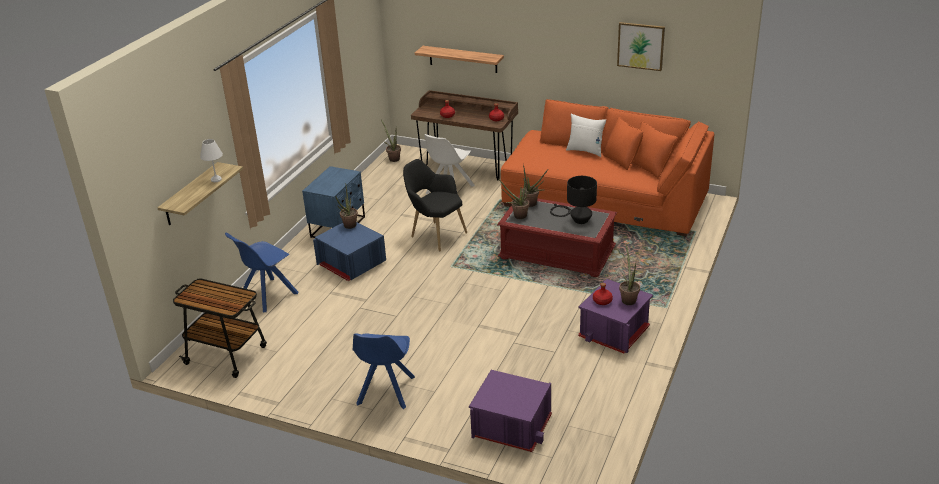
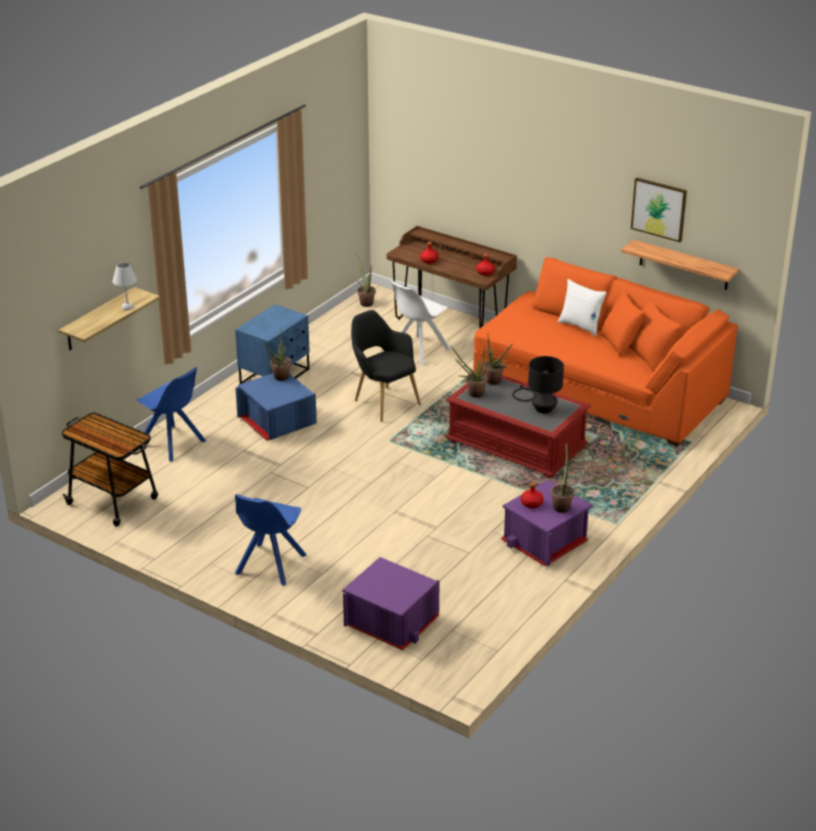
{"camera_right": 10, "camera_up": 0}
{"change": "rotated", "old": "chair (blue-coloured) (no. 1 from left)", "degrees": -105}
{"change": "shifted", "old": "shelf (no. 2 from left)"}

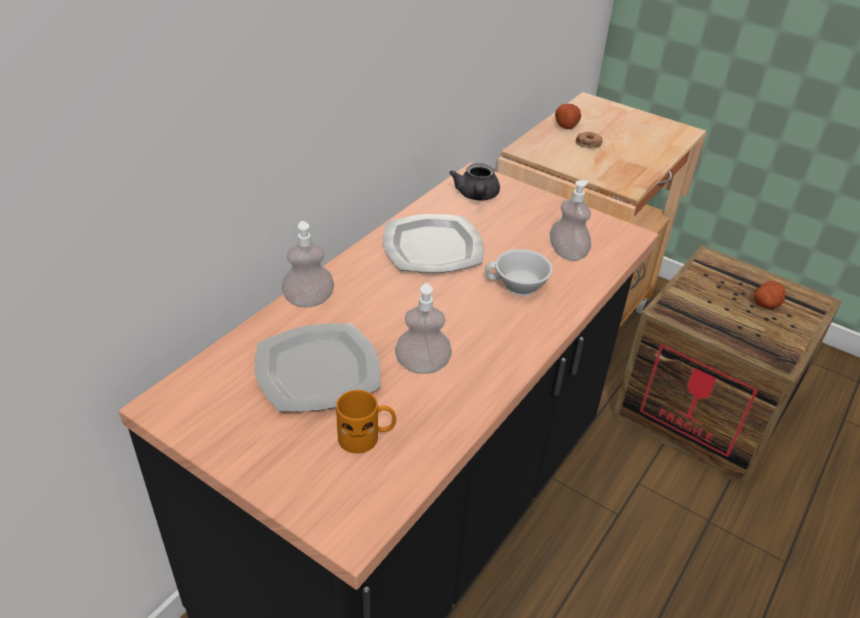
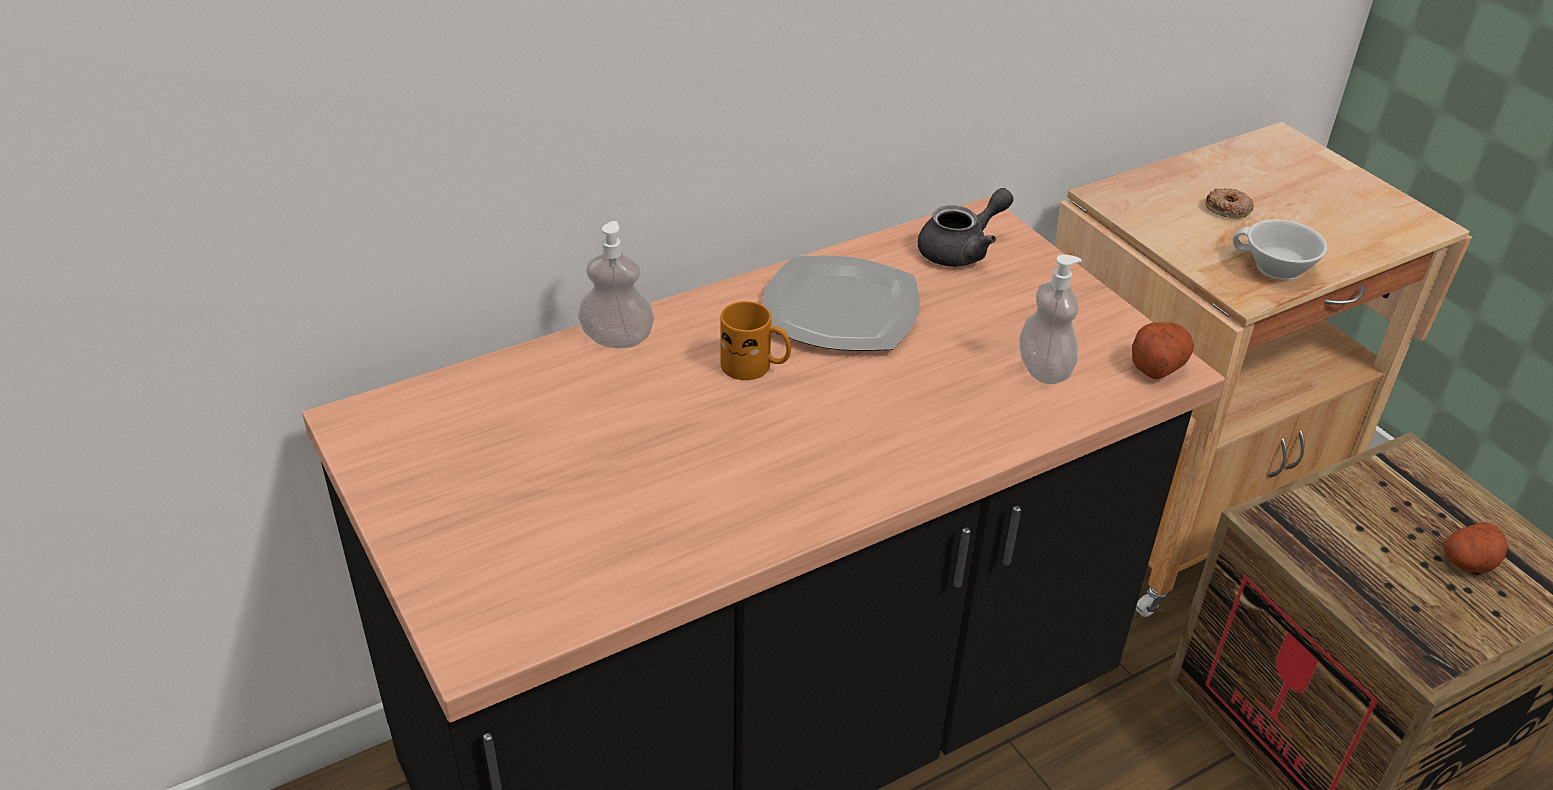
{"camera_right": 25, "camera_up": 0}
{"change": "shifted", "old": "mug (orange)"}
{"change": "rotated", "old": "teapot (gray)", "degrees": -150}
{"change": "shifted", "old": "potato (no. 1 from left)"}
{"change": "shifted", "old": "cup (white-coloured)"}
{"change": "gone", "old": "dinner plate (no. 1 from left)"}
{"change": "gone", "old": "soap dispenser (no. 2 from left)"}

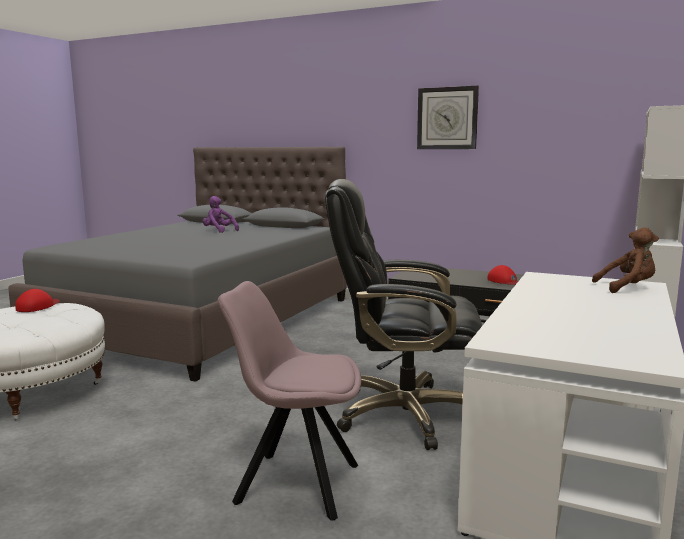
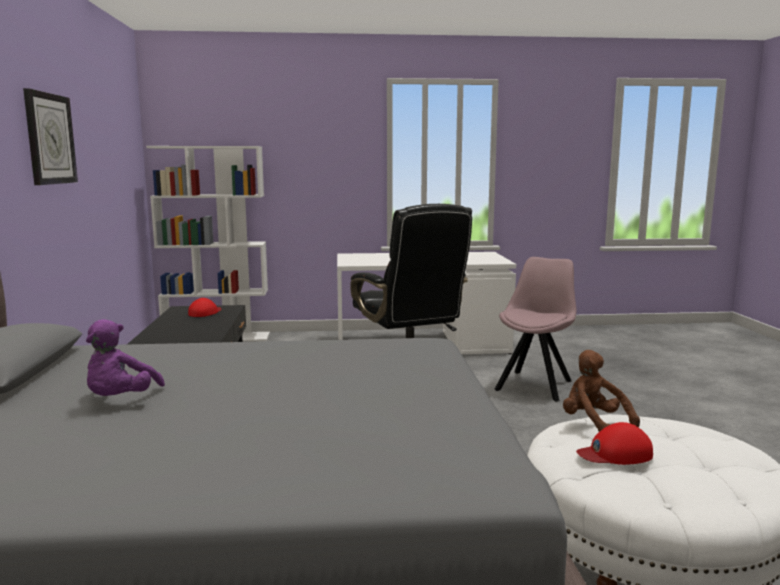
{"camera_right": -120, "camera_up": 0}
{"change": "rotated", "old": "chair (pink-coloured)", "degrees": -135}
{"change": "shifted", "old": "cuddly toy (brownish)"}

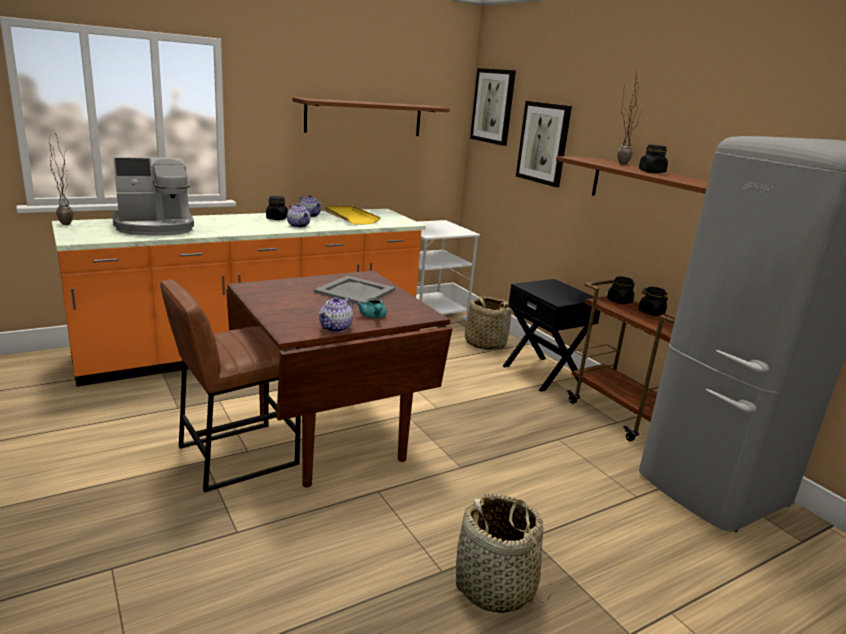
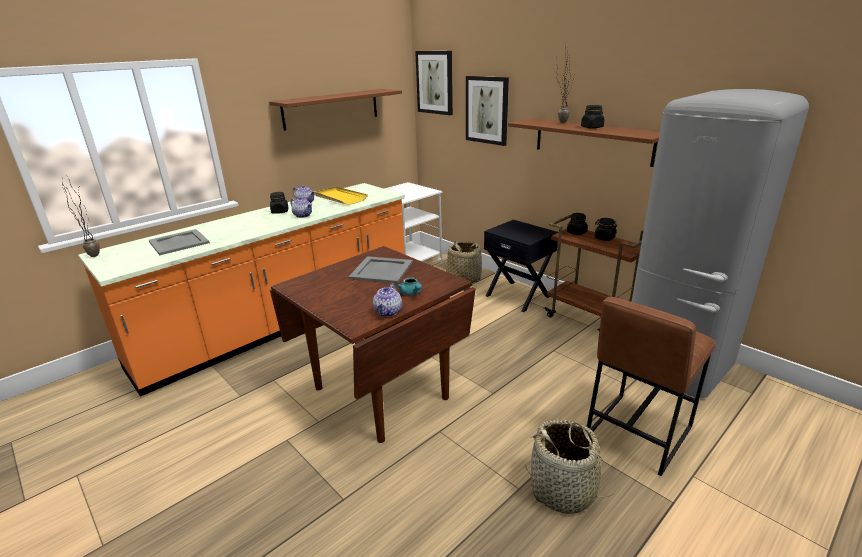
{"camera_right": -10, "camera_up": 5}
{"change": "swapped", "old": "coffee brewer", "new": "serving tray (gray) (no. 1 from left)"}
{"change": "shifted", "old": "chair (brownish)"}

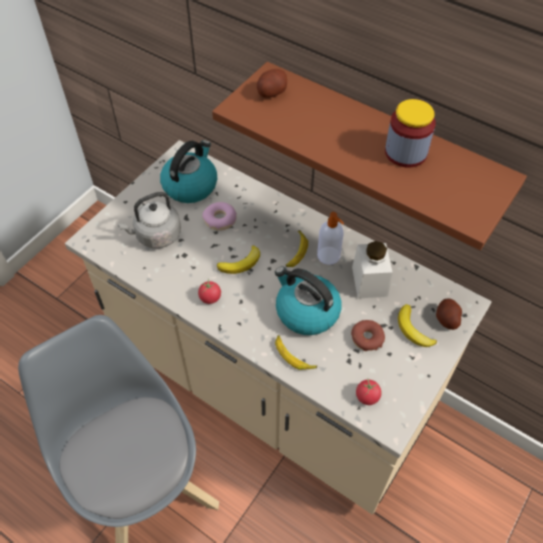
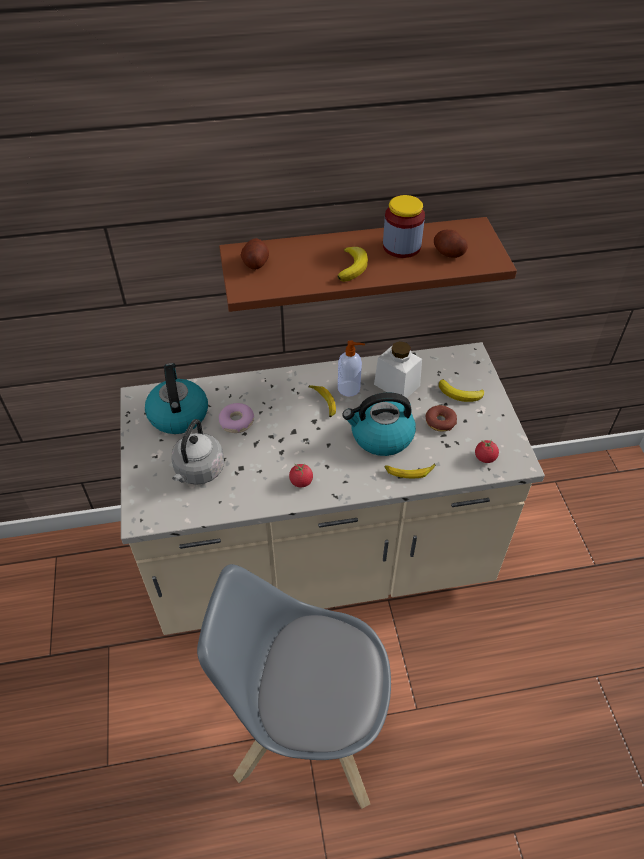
{"camera_right": -45, "camera_up": -5}
{"change": "shifted", "old": "banana (no. 1 from left in the first image)", "new": "banana (no. 2 from left)"}
{"change": "shifted", "old": "potato (no. 2 from left)"}

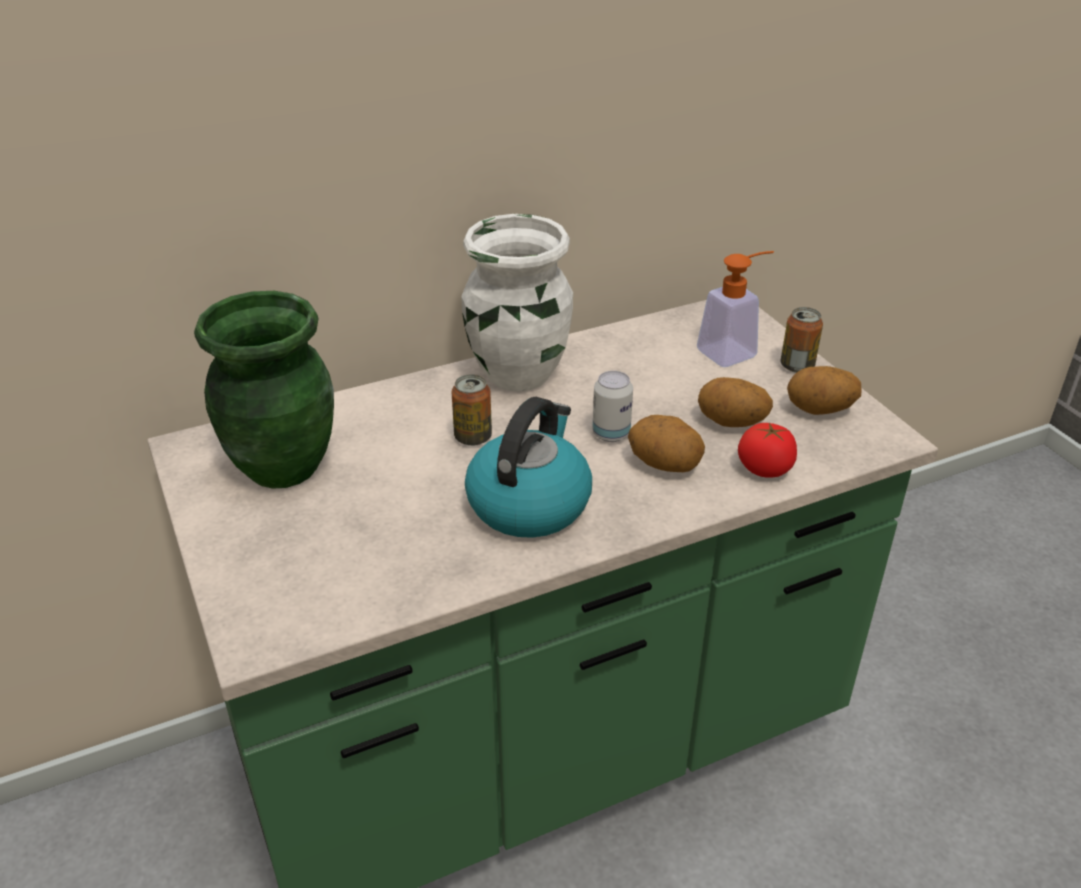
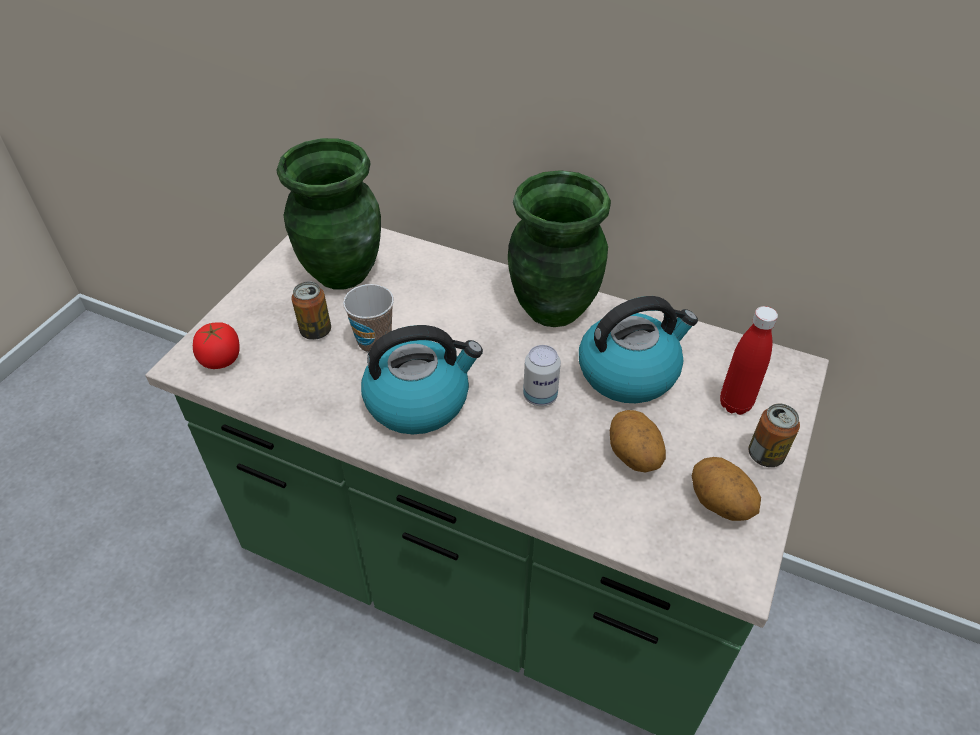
{"camera_right": 50, "camera_up": 10}
{"change": "shifted", "old": "fresh tomato"}
{"change": "shifted", "old": "metal can (no. 1 from left)"}
{"change": "new", "new": "cup"}
{"change": "repainted", "old": "decorative vase (white-coloured)", "new": "decorative vase (green) (no. 2 from left)"}
{"change": "new", "new": "tea kettle (no. 2 from left)"}
{"change": "swapped", "old": "soap dispenser", "new": "drink bottle (red)"}
{"change": "gone", "old": "potato (no. 1 from left)"}

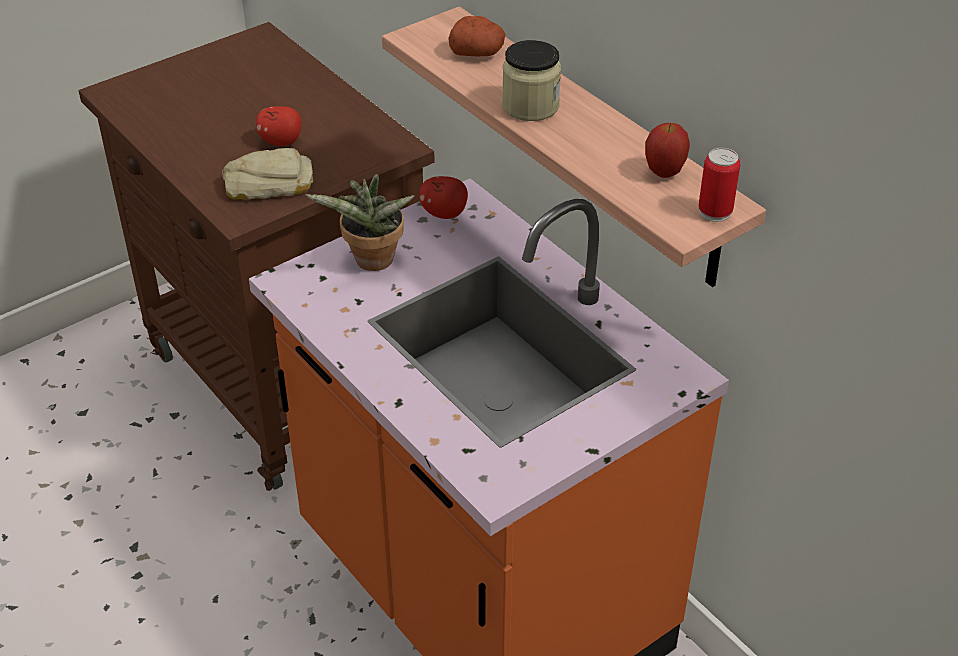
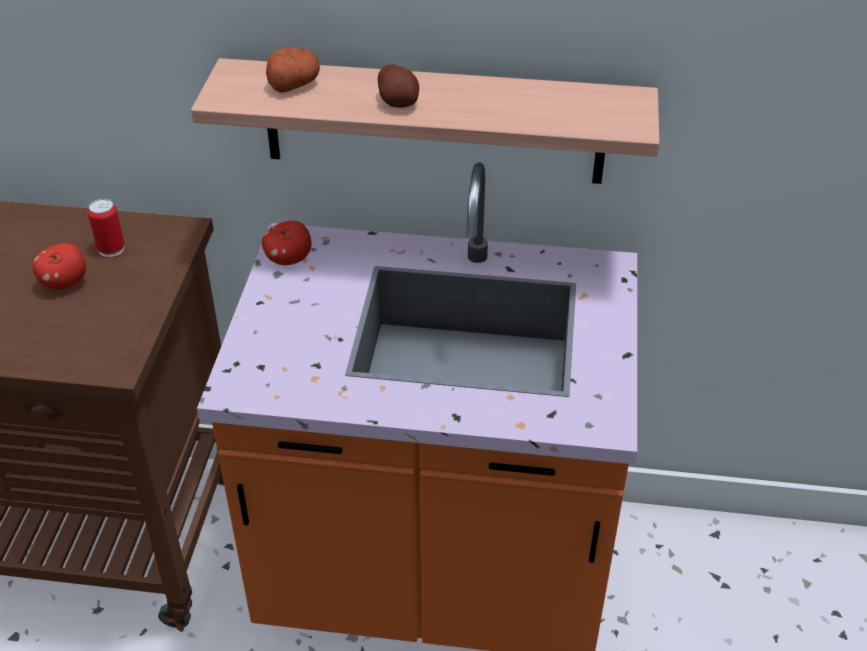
{"camera_right": -45, "camera_up": 0}
{"change": "shifted", "old": "metal can"}
{"change": "swapped", "old": "preserve jar", "new": "potato (no. 2 from left)"}
{"change": "gone", "old": "baked bread"}
{"change": "gone", "old": "houseplant"}
{"change": "gone", "old": "whole apple (no. 3 from left)"}

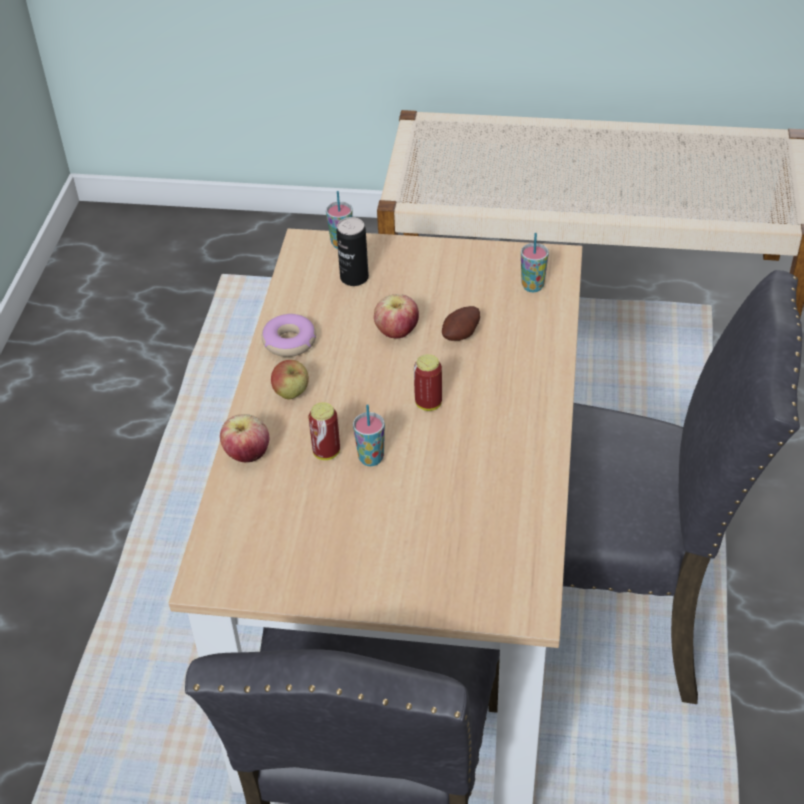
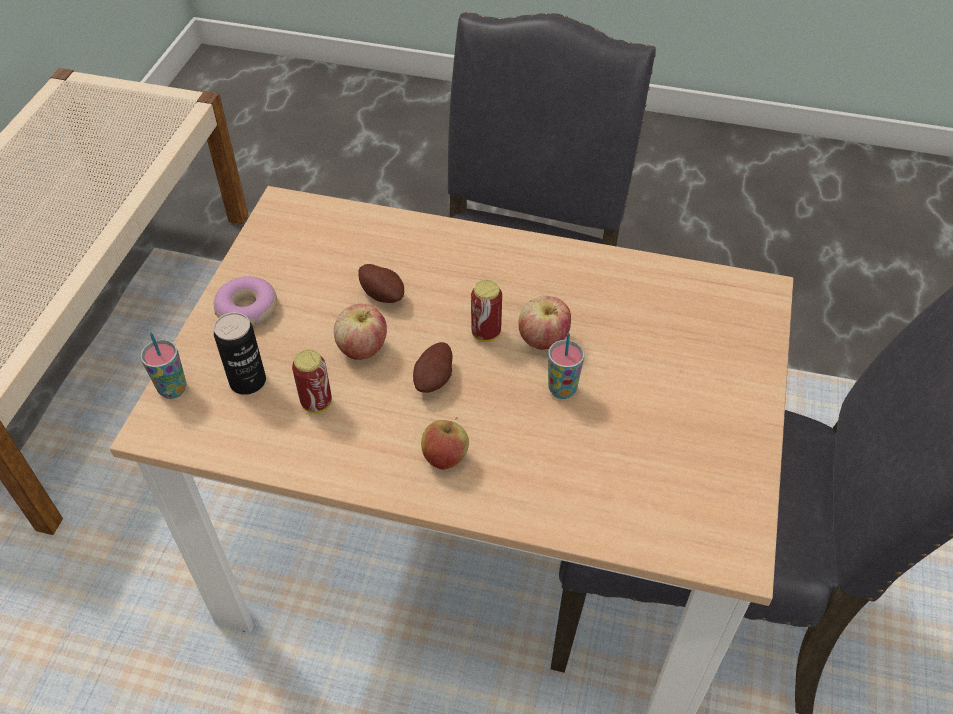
{"camera_right": -85, "camera_up": 5}
{"change": "shifted", "old": "doughnut"}
{"change": "shifted", "old": "metal can (no. 1 from left in the first image)", "new": "metal can (no. 2 from left)"}
{"change": "new", "new": "potato (no. 2 from left)"}
{"change": "shifted", "old": "whole apple (no. 1 from left in the first image)", "new": "whole apple (no. 3 from left)"}
{"change": "gone", "old": "cup (no. 3 from left)"}

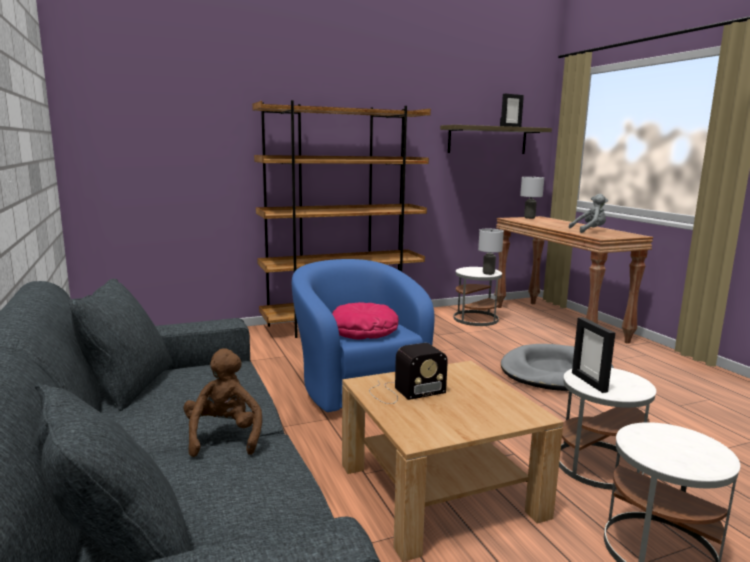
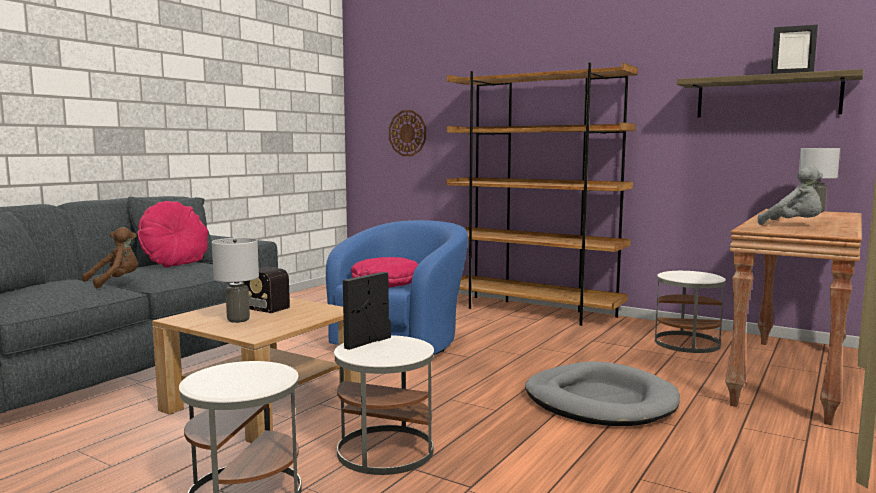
{"camera_right": 55, "camera_up": -5}
{"change": "new", "new": "cushion (pink-coloured) (no. 1 from left)"}
{"change": "shifted", "old": "lamp for a table (white-coloured) (no. 1 from left)"}
{"change": "new", "new": "wall clock"}

